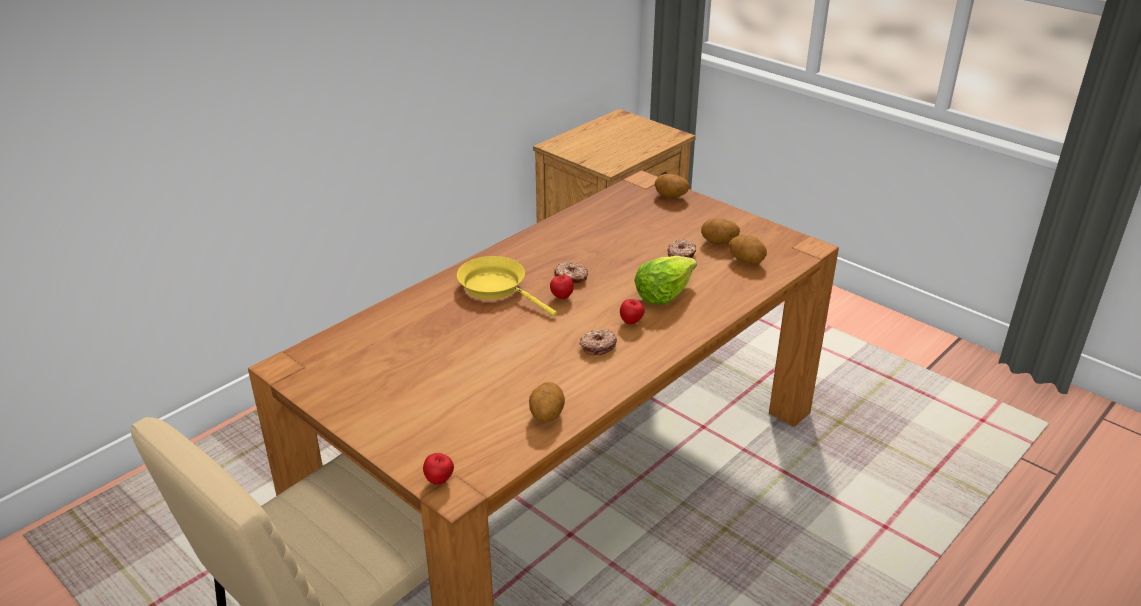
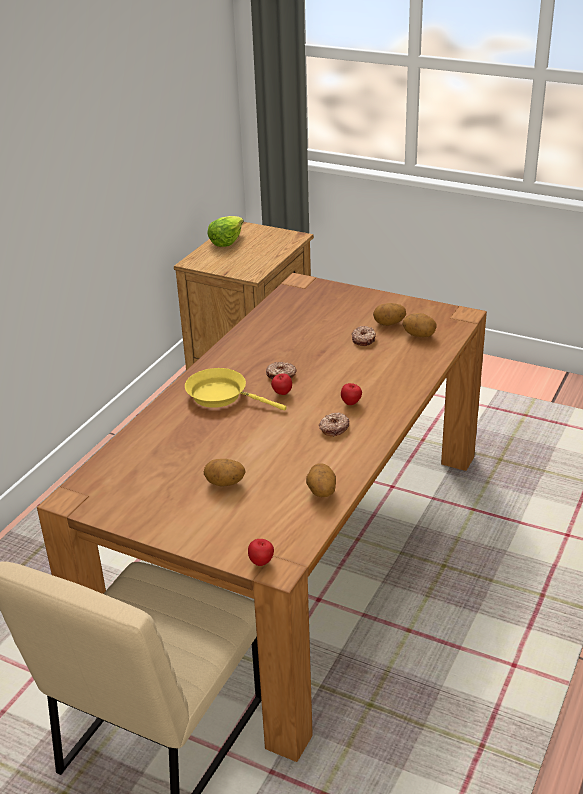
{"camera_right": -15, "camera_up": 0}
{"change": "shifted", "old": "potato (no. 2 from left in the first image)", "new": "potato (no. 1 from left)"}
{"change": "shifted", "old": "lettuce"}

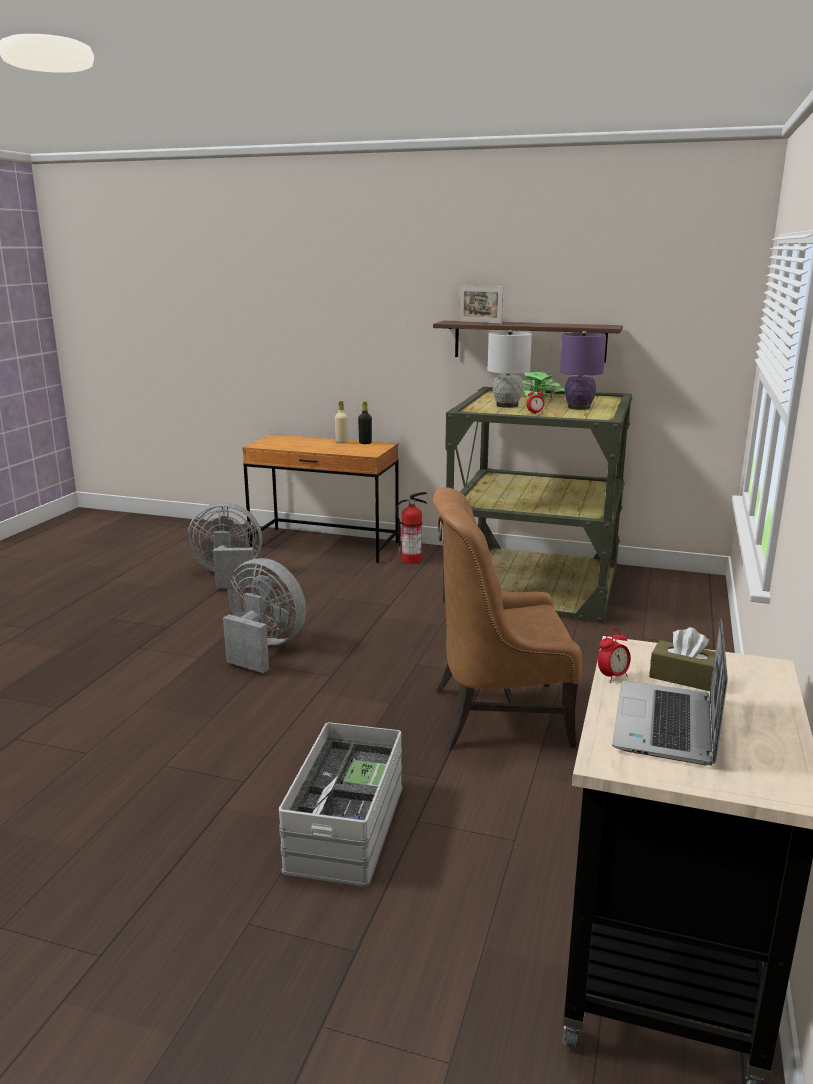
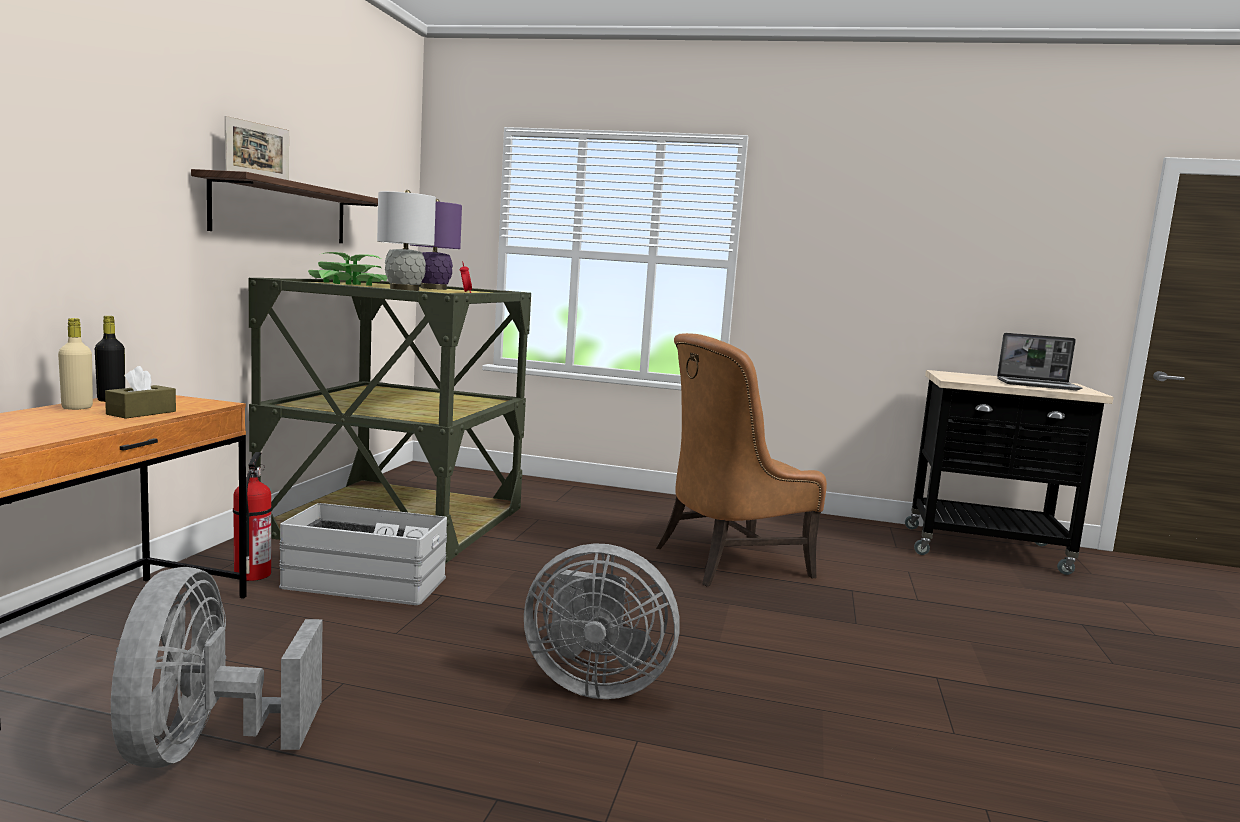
{"camera_right": -95, "camera_up": -10}
{"change": "shifted", "old": "tissue box (brownish)"}
{"change": "shifted", "old": "storage box (gray)"}
{"change": "rotated", "old": "electric fan (gray) (no. 2 from left)", "degrees": -105}
{"change": "rotated", "old": "chair (brownish)", "degrees": 75}
{"change": "gone", "old": "bedside clock (no. 2 from left)"}

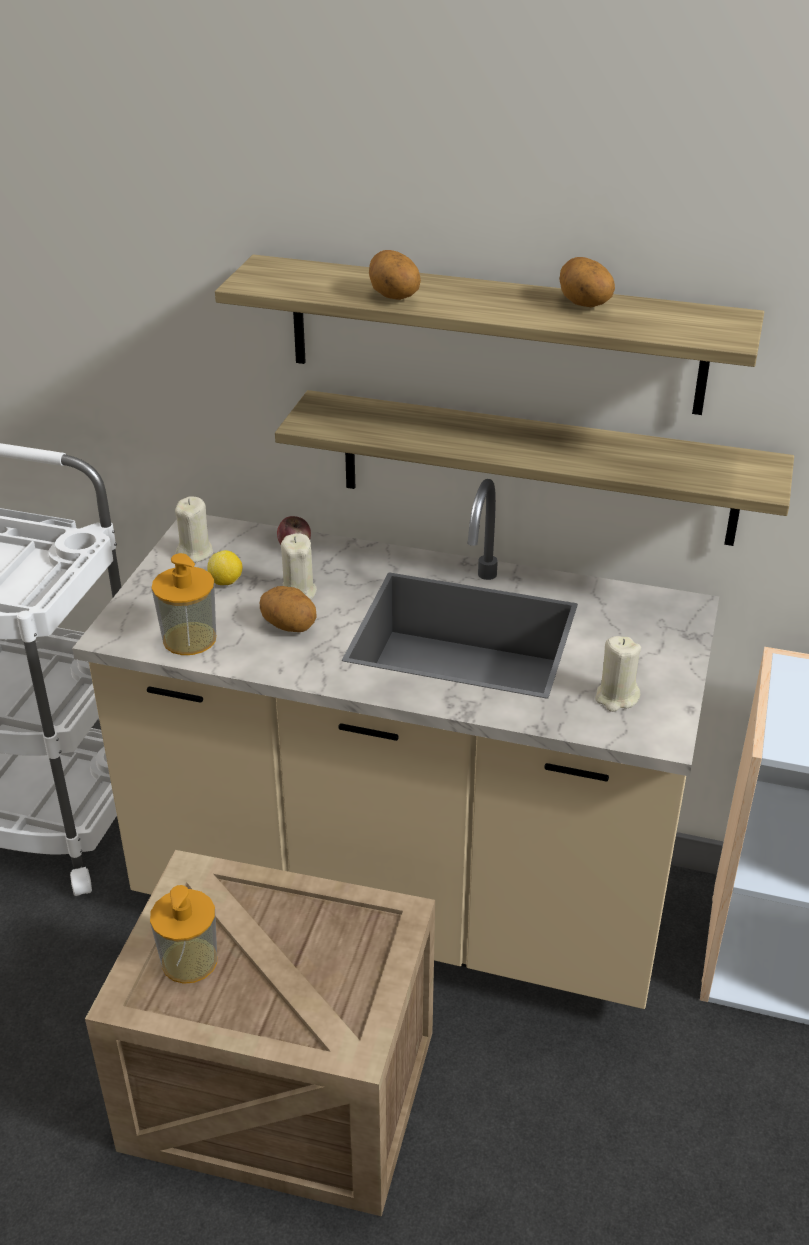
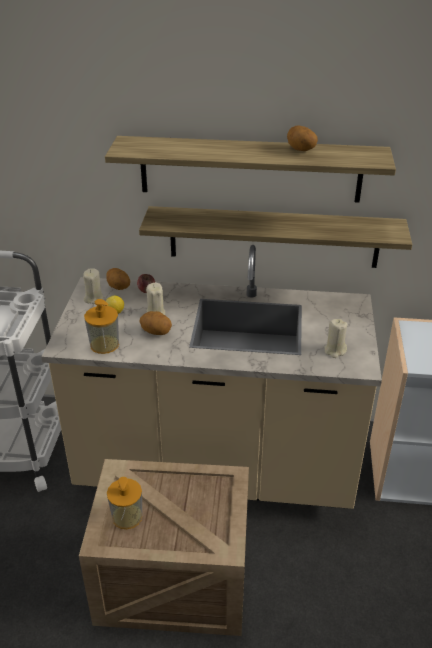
{"camera_right": -10, "camera_up": 0}
{"change": "shifted", "old": "potato (no. 2 from left in the first image)", "new": "potato (no. 1 from left)"}

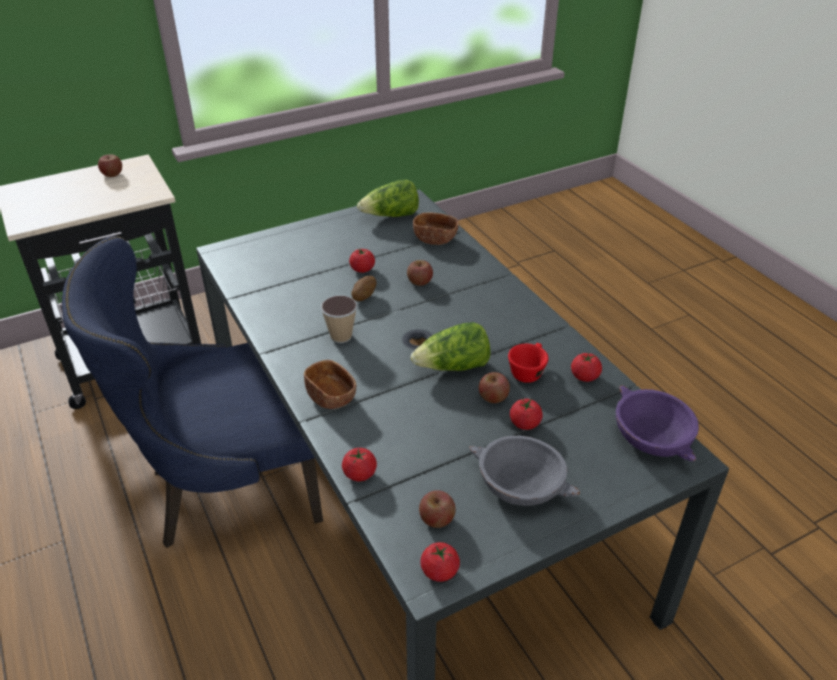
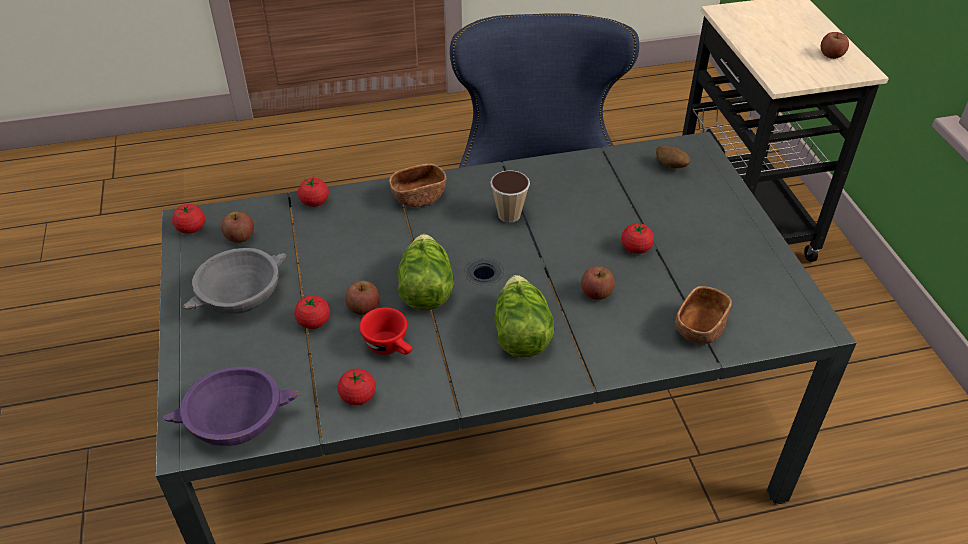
{"camera_right": 105, "camera_up": 5}
{"change": "shifted", "old": "lettuce (no. 1 from left in the first image)", "new": "lettuce (no. 2 from left)"}
{"change": "shifted", "old": "potato"}

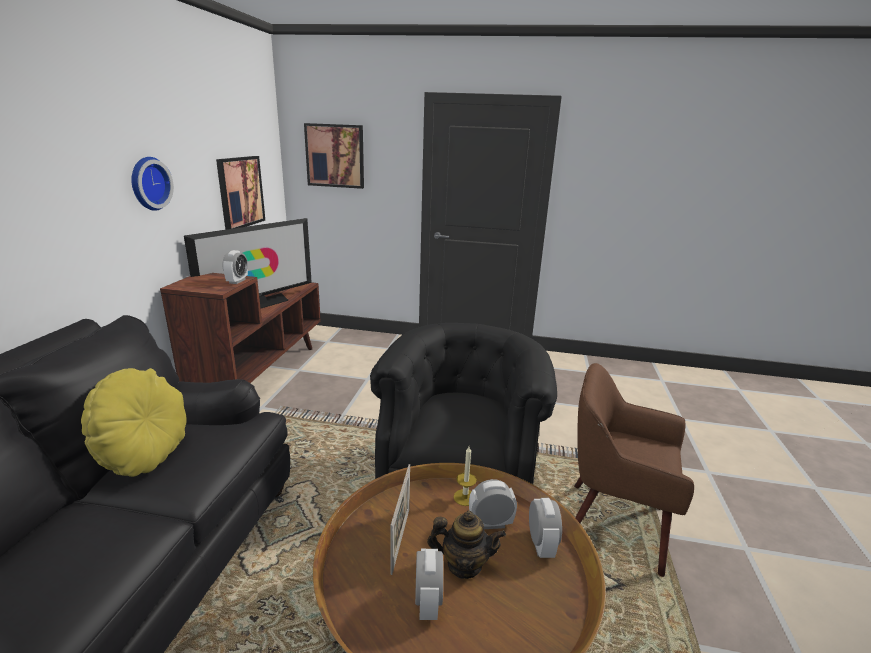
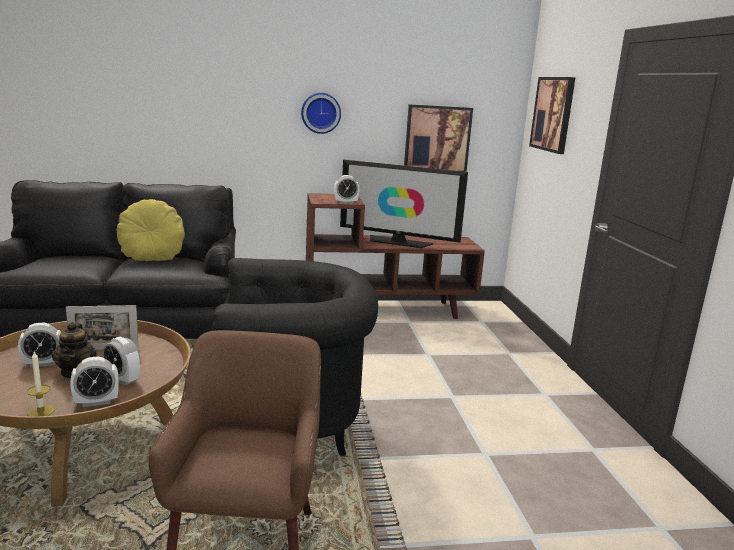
{"camera_right": 70, "camera_up": -5}
{"change": "shifted", "old": "wax candle"}
{"change": "rotated", "old": "bedside clock (no. 3 from left)", "degrees": 150}

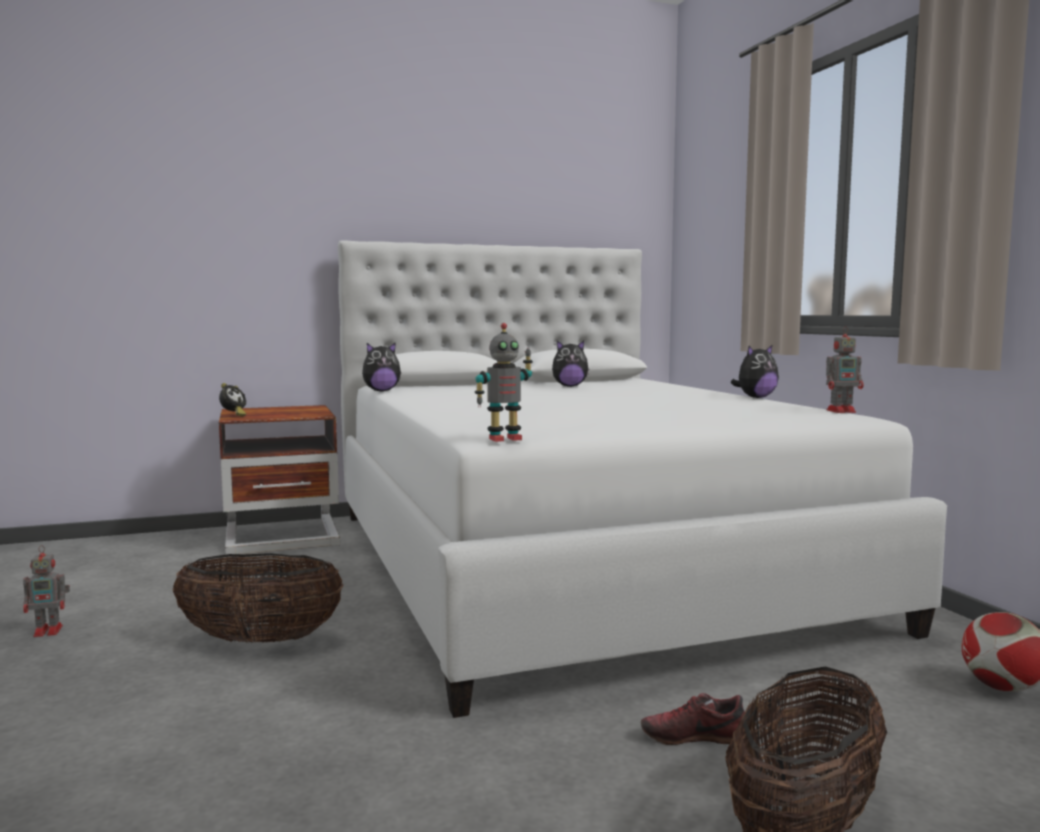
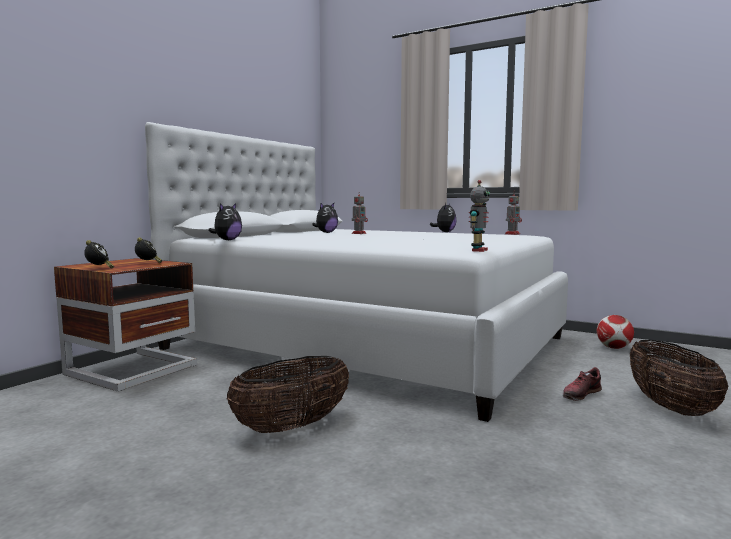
{"camera_right": -40, "camera_up": 0}
{"change": "new", "new": "bedside clock (no. 2 from left)"}
{"change": "shifted", "old": "toy robot (no. 1 from left)"}

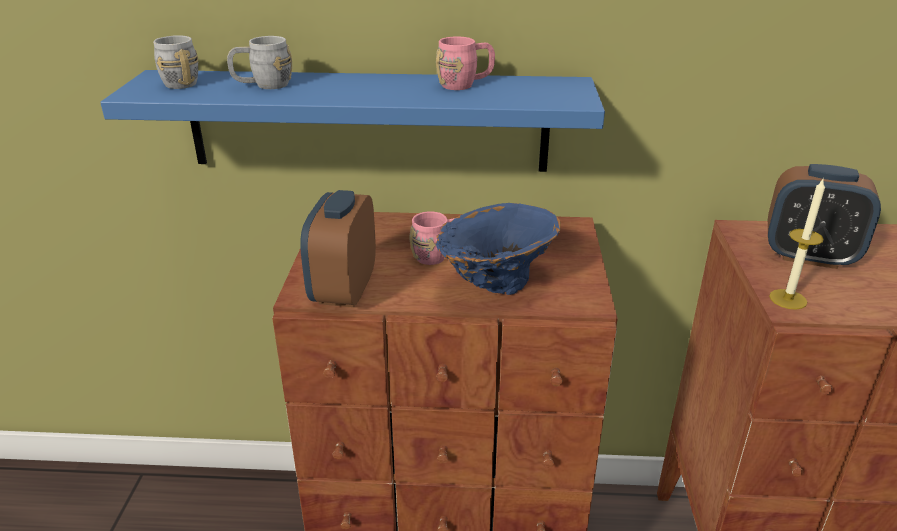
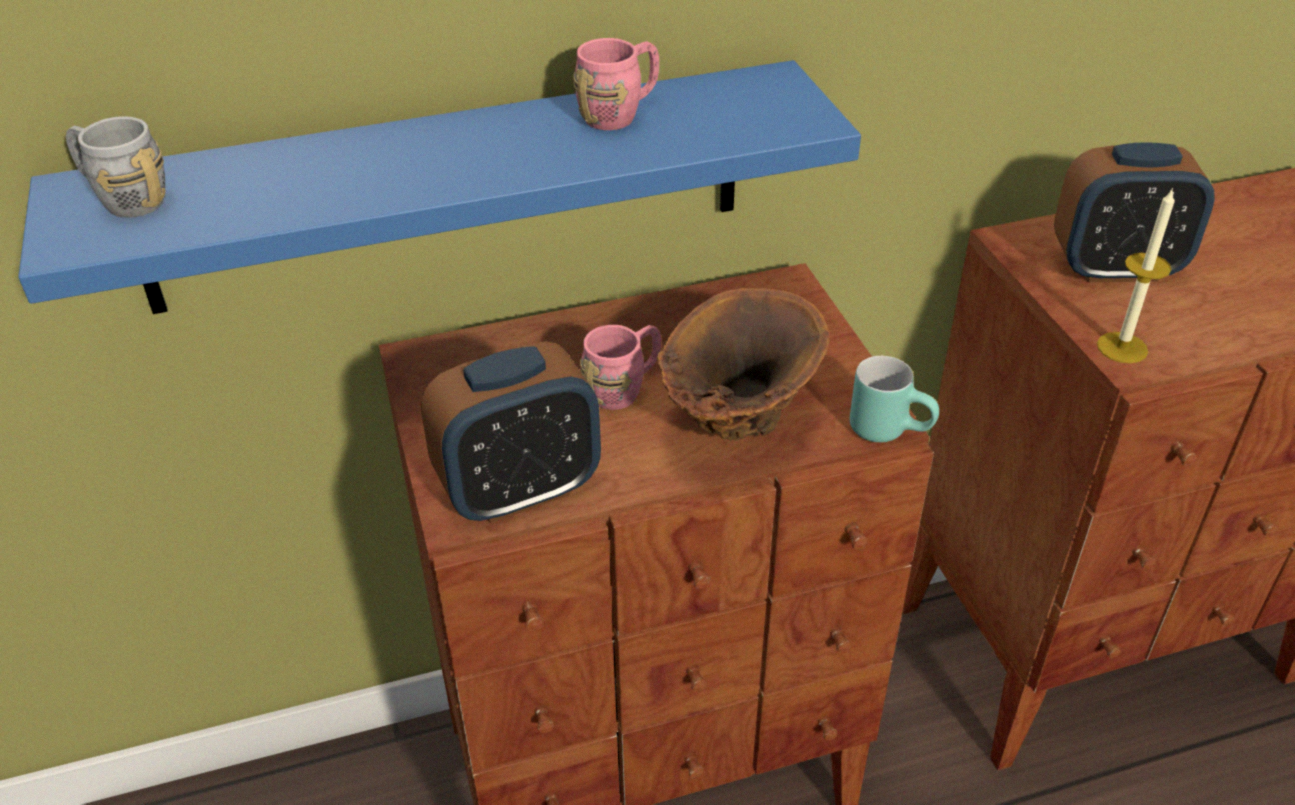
{"camera_right": -20, "camera_up": 10}
{"change": "rotated", "old": "bedside clock (no. 1 from left)", "degrees": -105}
{"change": "repainted", "old": "decorative vase (blue-coloured)", "new": "decorative vase (brownish)"}
{"change": "new", "new": "mug (turquoise)"}
{"change": "gone", "old": "mug (gray) (no. 2 from left)"}

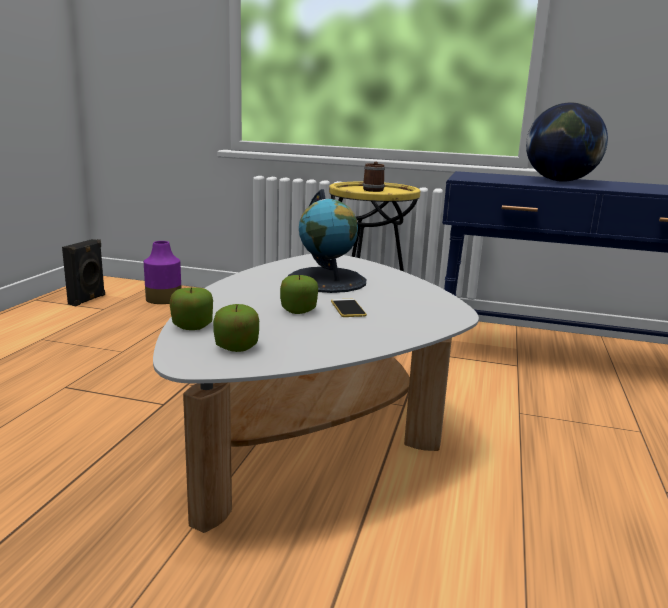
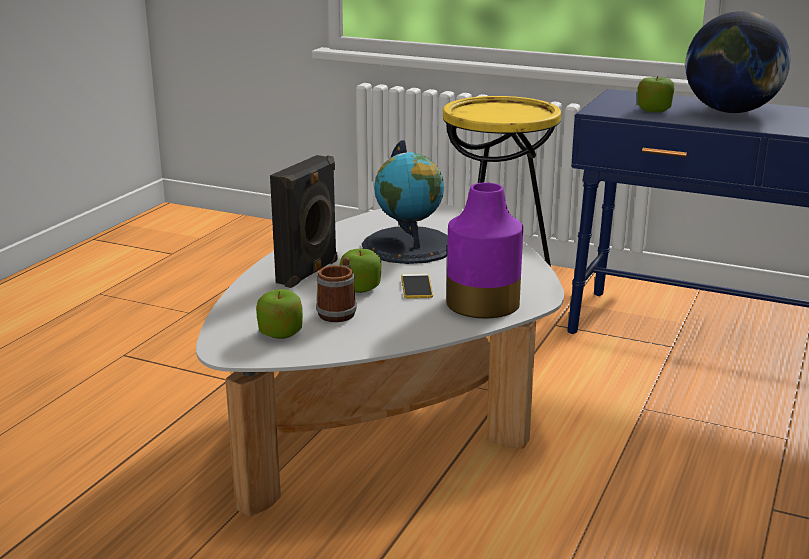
{"camera_right": 10, "camera_up": 5}
{"change": "shifted", "old": "speaker (blackish)"}
{"change": "shifted", "old": "mug"}
{"change": "shifted", "old": "decorative vase (purple-coloured)"}
{"change": "shifted", "old": "whole apple (no. 1 from left in the first image)", "new": "whole apple (no. 3 from left)"}

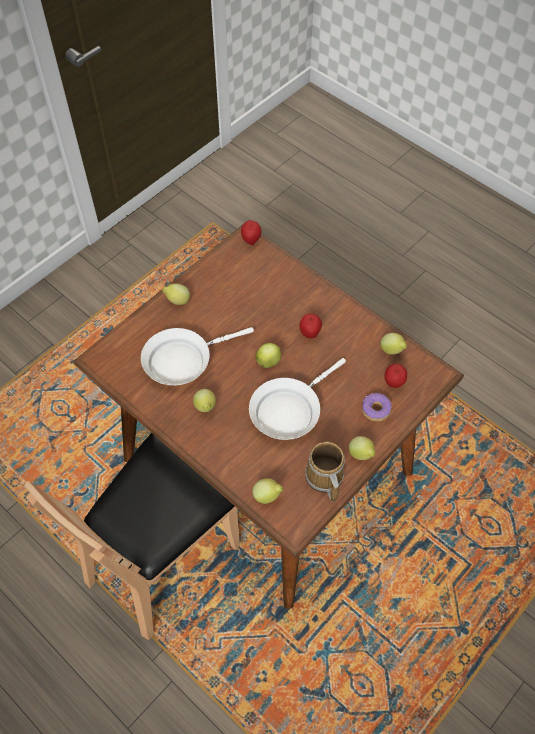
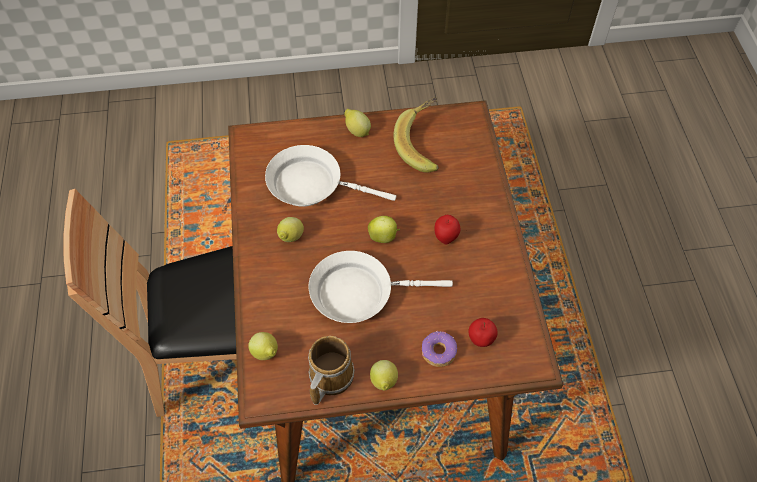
{"camera_right": 40, "camera_up": 0}
{"change": "new", "new": "banana"}
{"change": "gone", "old": "whole apple (no. 1 from left)"}
{"change": "gone", "old": "citrus fruit (no. 5 from left)"}

